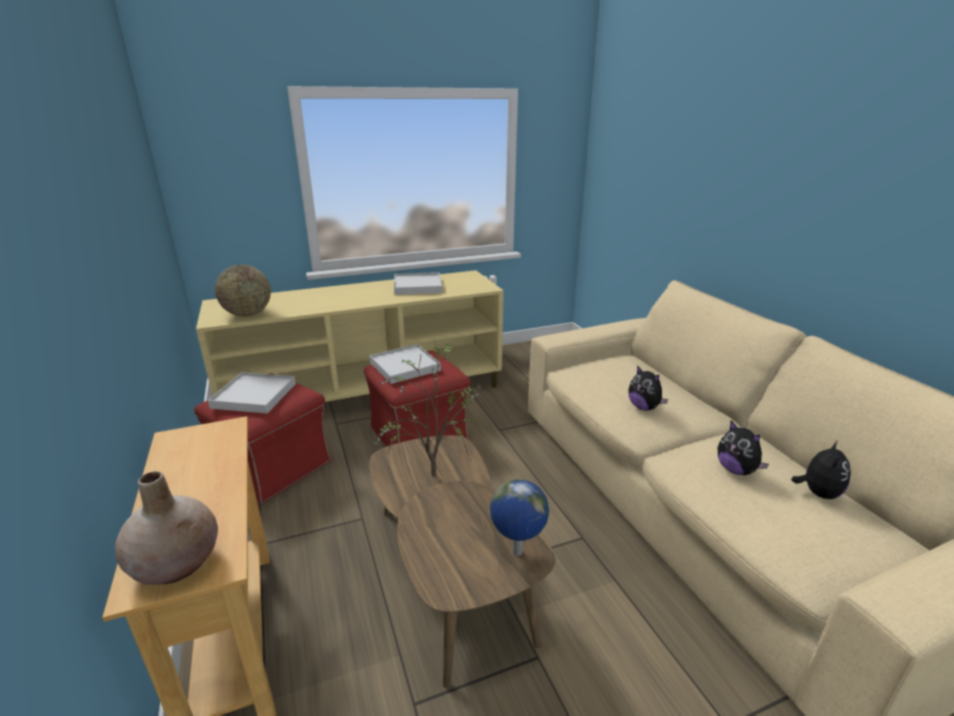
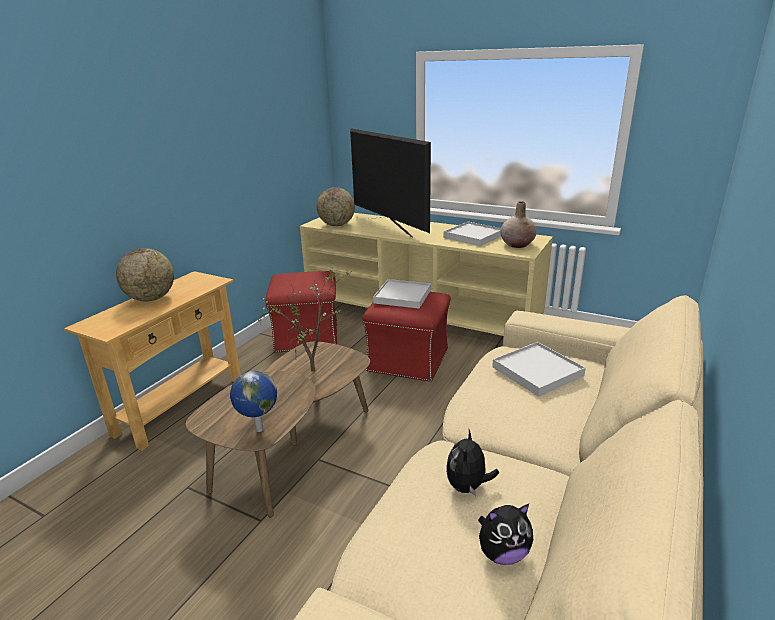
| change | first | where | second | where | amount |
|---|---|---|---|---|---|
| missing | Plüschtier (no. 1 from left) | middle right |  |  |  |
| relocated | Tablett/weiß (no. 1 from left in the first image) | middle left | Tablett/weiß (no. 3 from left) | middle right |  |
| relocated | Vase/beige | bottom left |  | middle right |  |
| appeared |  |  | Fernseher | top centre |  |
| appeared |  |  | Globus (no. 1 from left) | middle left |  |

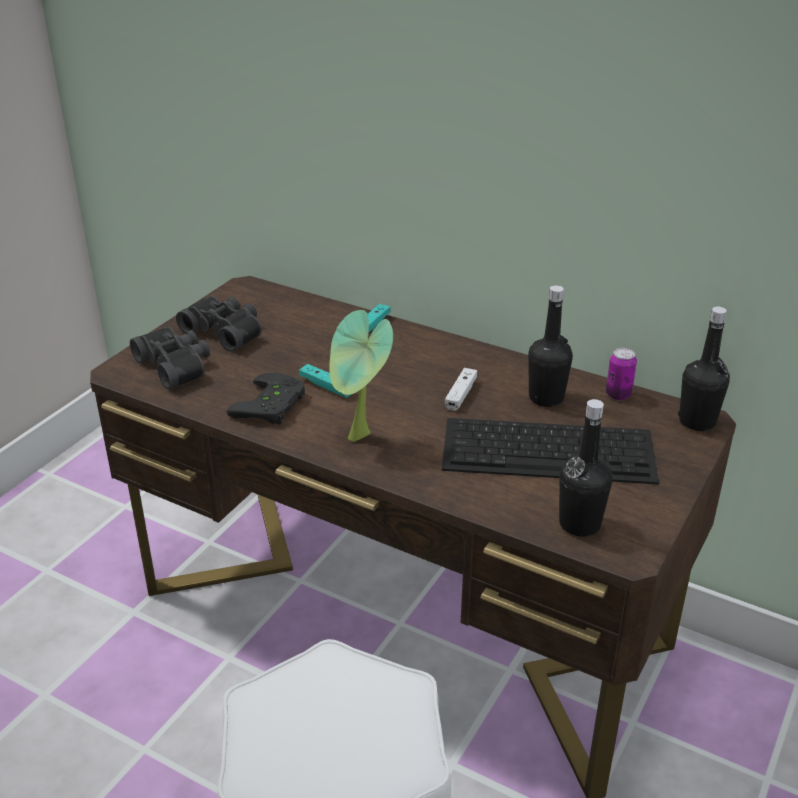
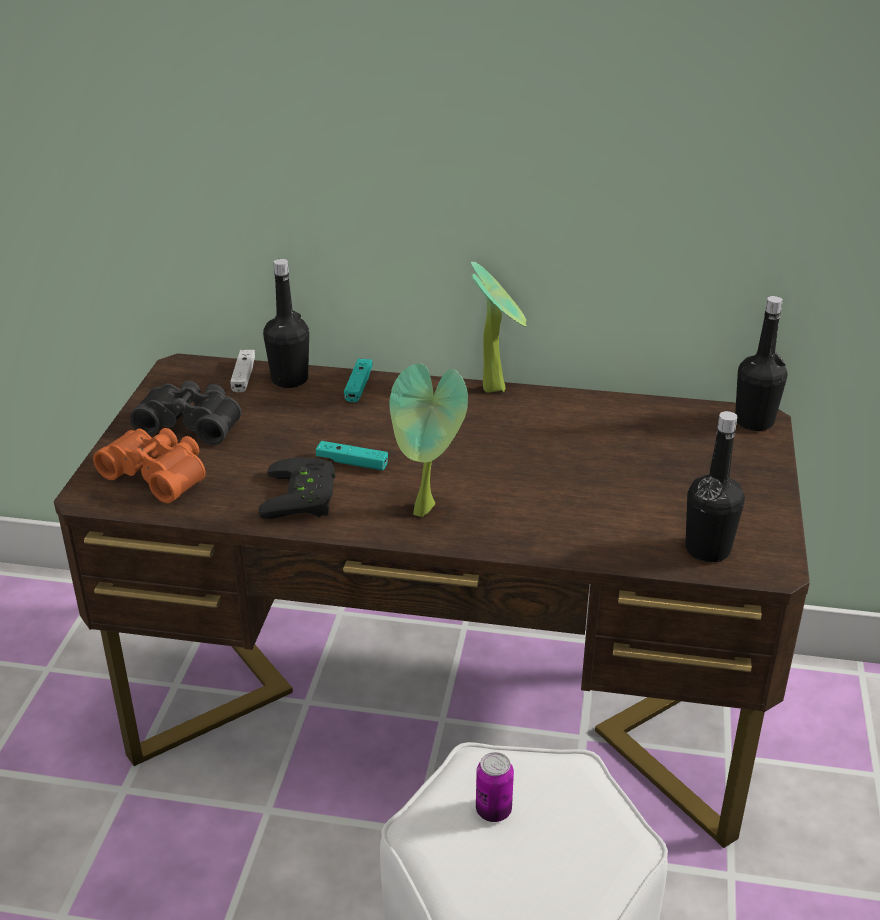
| change | first | where | second | where | amount |
|---|---|---|---|---|---|
| relocated | Flasche/schwarz (no. 1 from left) | middle right |  | middle left |  |
| colour | Fernglas/schwarz (no. 1 from left) | middle left | Fernglas/orange | middle left |  |
| relocated | Dose | middle right |  | bottom centre |  |
| relocated | Gamepad/weiß | centre |  | middle left |  |
| missing | Tastatur | middle right |  |  |  |
| appeared |  |  | Topfpflanze (no. 2 from left) | centre |  |

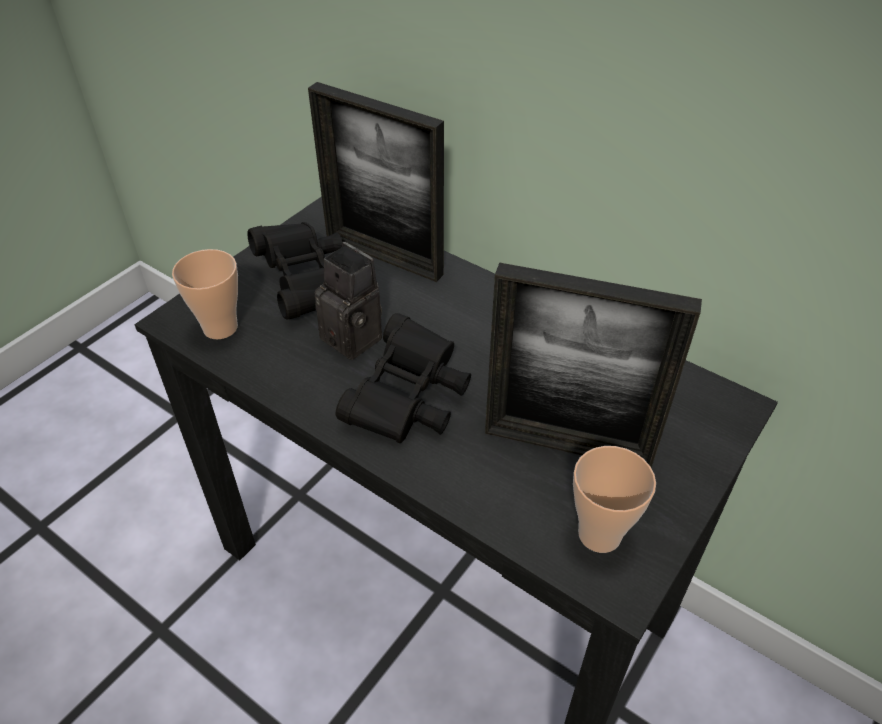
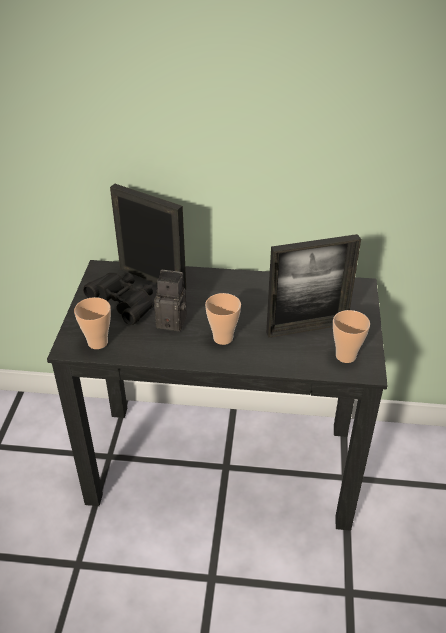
| change | first | where | second | where | amount |
|---|---|---|---|---|---|
| spun | Bilderrahmen (no. 1 from left) | top centre |  | middle left | 150 degrees counterclockwise |
| exchanged | Fernglas/schwarz (no. 2 from left) | centre | Tasse (no. 2 from left) | centre |  |

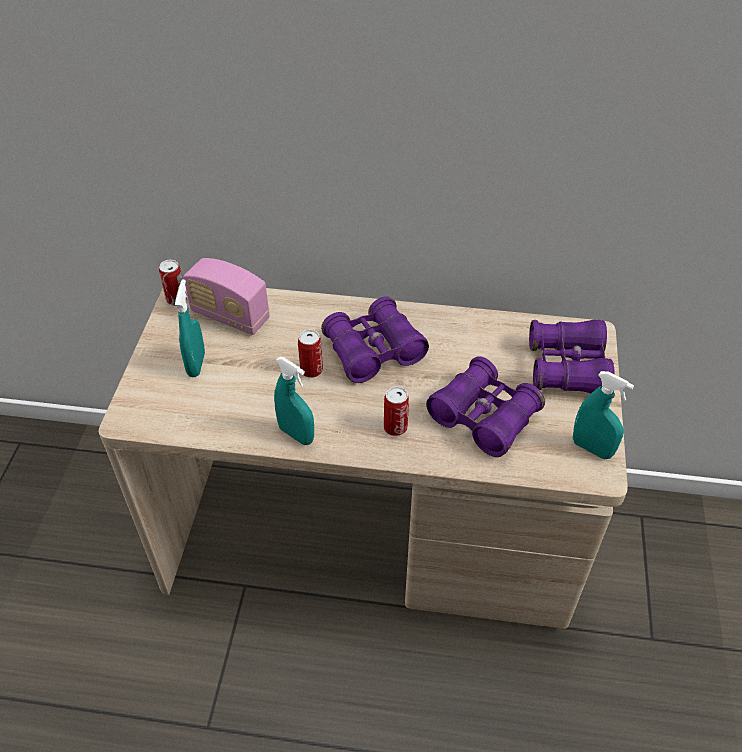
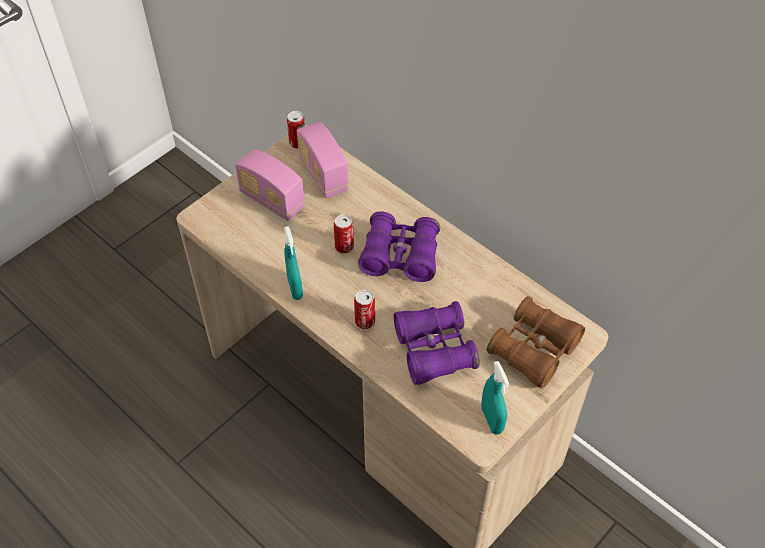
| change | first | where | second | where | amount |
|---|---|---|---|---|---|
| exchanged | Sprühflasche/türkis (no. 1 from left) | middle left | Radio (no. 1 from left) | centre |  |
| colour | Fernglas/lila (no. 3 from left) | middle right | Fernglas/braun | middle right |  |

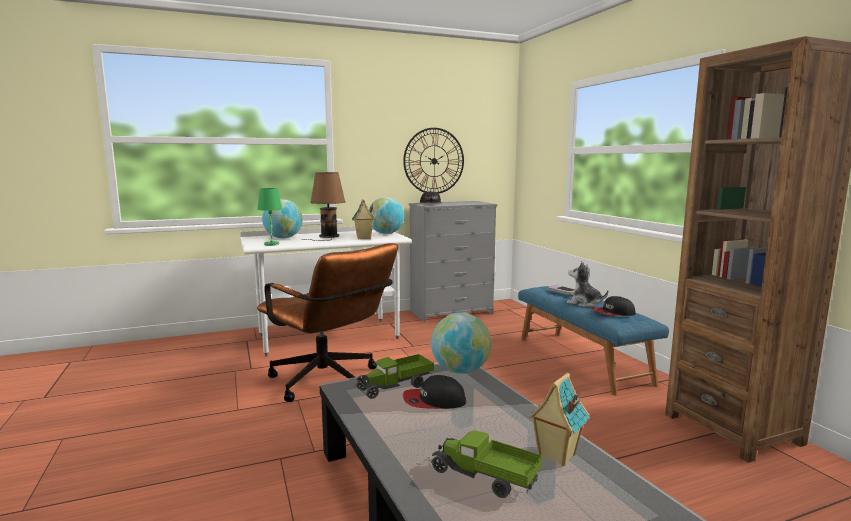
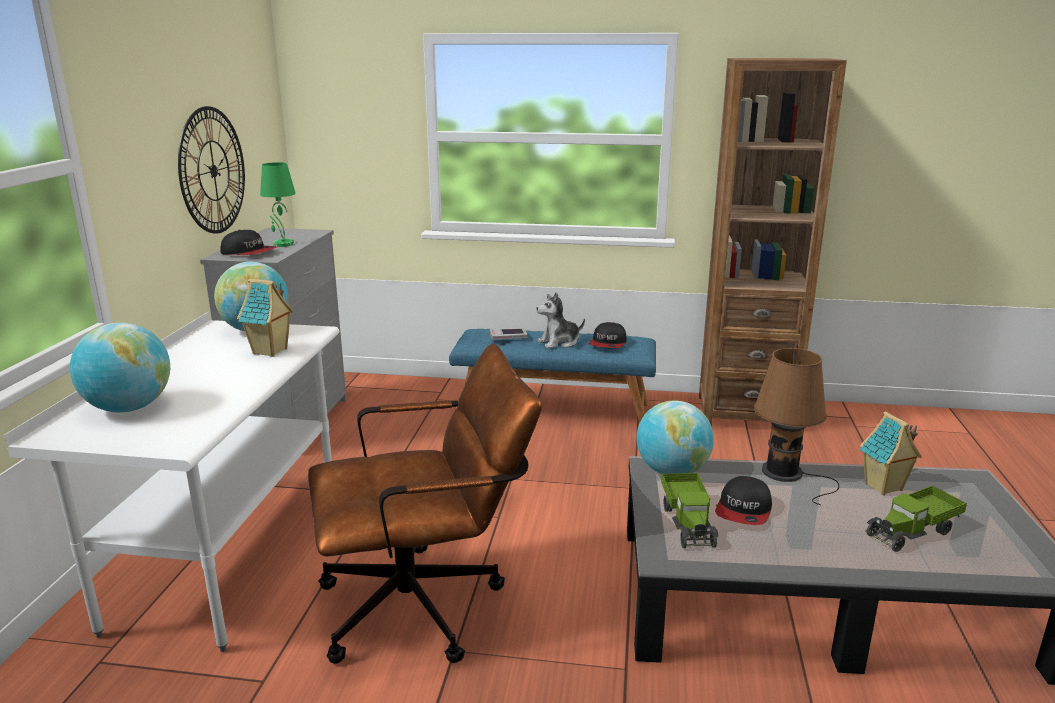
| change | first | where | second | where | amount |
|---|---|---|---|---|---|
| relocated | Tischlampe/braun | centre |  | middle right |  |
| relocated | Tischlampe/grün | middle left |  | top left |  |

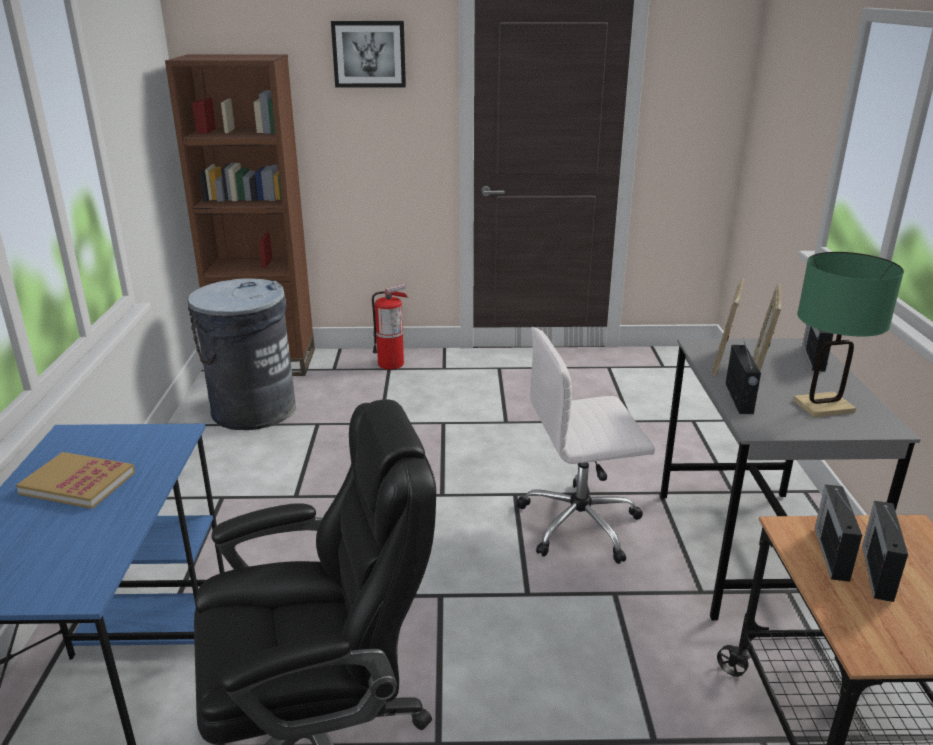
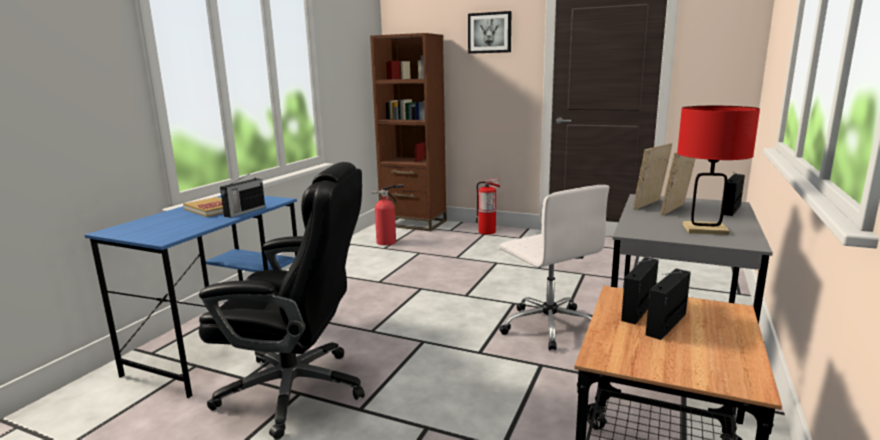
| change | first | where | second | where | amount |
|---|---|---|---|---|---|
| colour | Tischlampe/grün | middle right | Tischlampe/rot | middle right |  |
| exchanged | Mülleimer/grau | middle left | Feuerlöscher (no. 1 from left) | centre |  |
| spun | Bürostuhl/weiß | centre |  | centre | 135 degrees counterclockwise |
| relocated | Radio (no. 1 from left) | middle right |  | middle left |  |

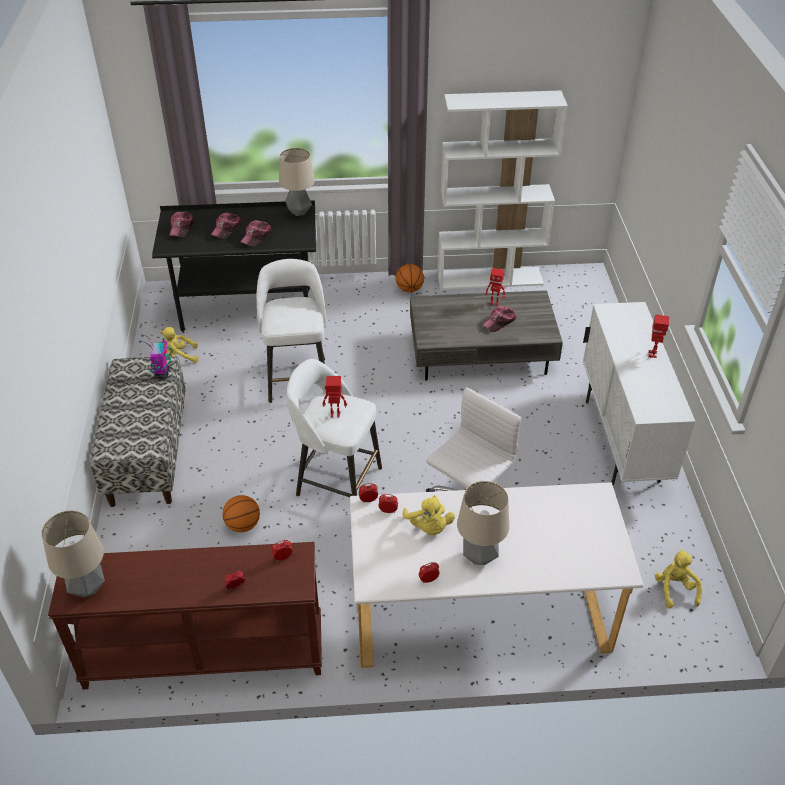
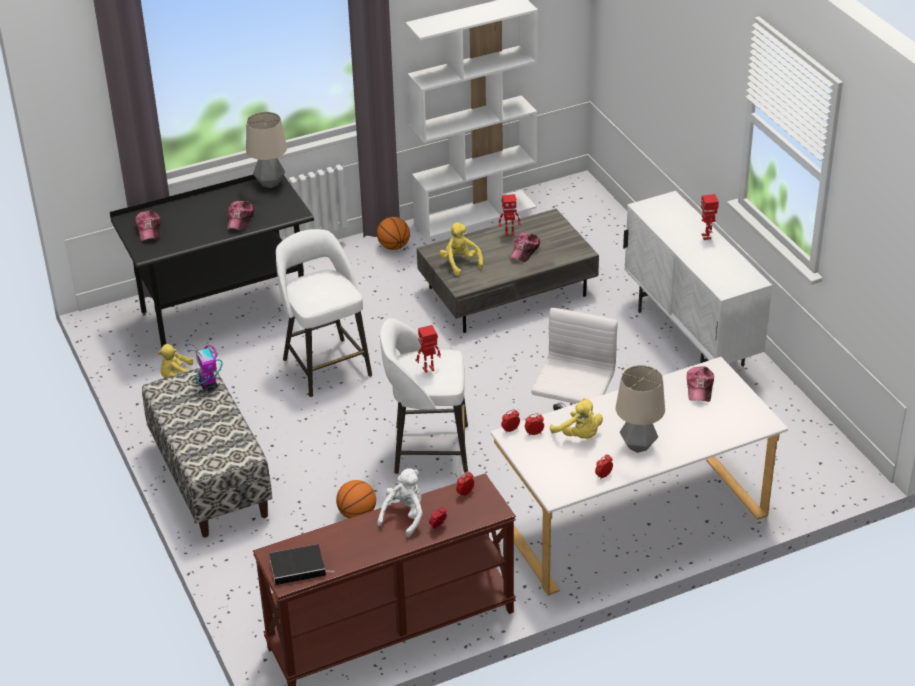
| change | first | where | second | where | amount |
|---|---|---|---|---|---|
| relocated | Kappe (no. 2 from left in the first image) | top left | Kappe (no. 4 from left) | middle right |  |
| exchanged | Tischlampe (no. 1 from left) | bottom left | Buch | bottom left |  |
| relocated | Plüschtier/gelb (no. 3 from left in the first image) | bottom right | Plüschtier/gelb (no. 2 from left) | centre |  |
| appeared |  |  | Plüschtier/weiß | bottom centre |  |

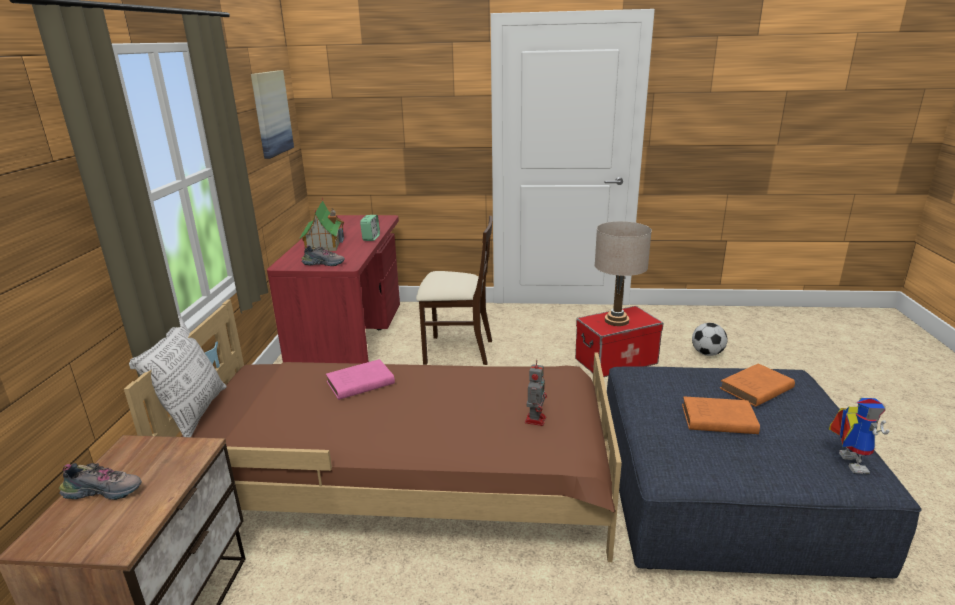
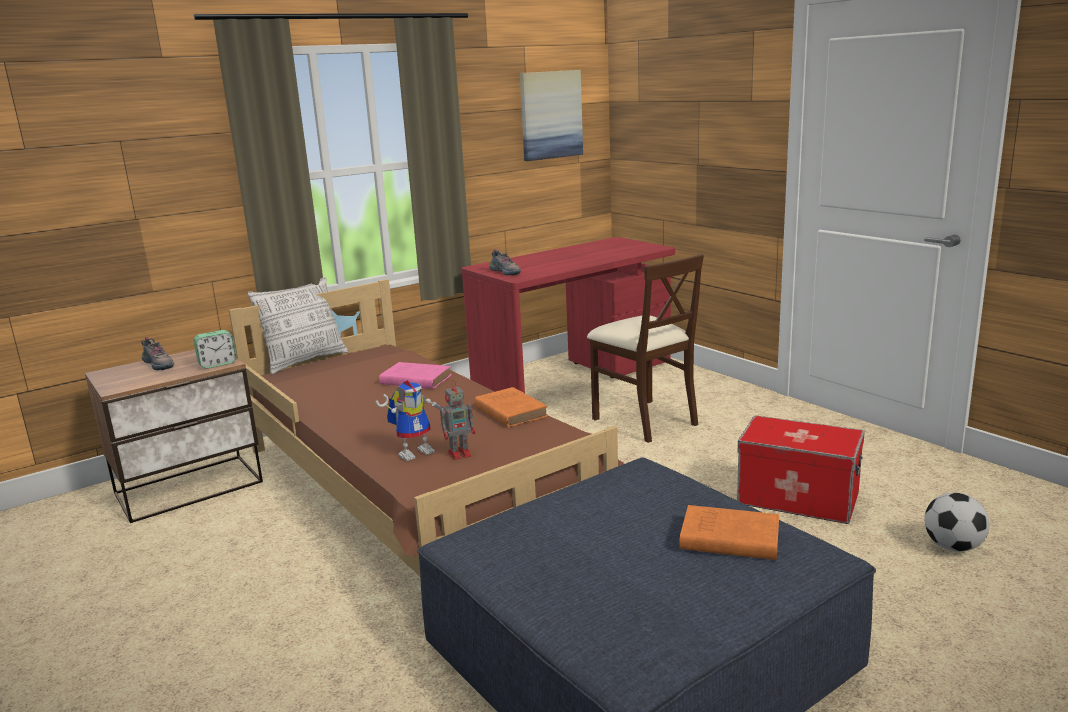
| change | first | where | second | where | amount |
|---|---|---|---|---|---|
| missing | Spielzeughaus | centre |  |  |  |
| relocated | Wecker | centre |  | middle left |  |
| missing | Tischlampe/beige | centre |  |  |  |
| relocated | Buch/orange (no. 1 from left) | bottom right |  | centre |  |
| relocated | Spielzeugroboter (no. 2 from left in the first image) | bottom right | Spielzeugroboter (no. 1 from left) | centre |  |

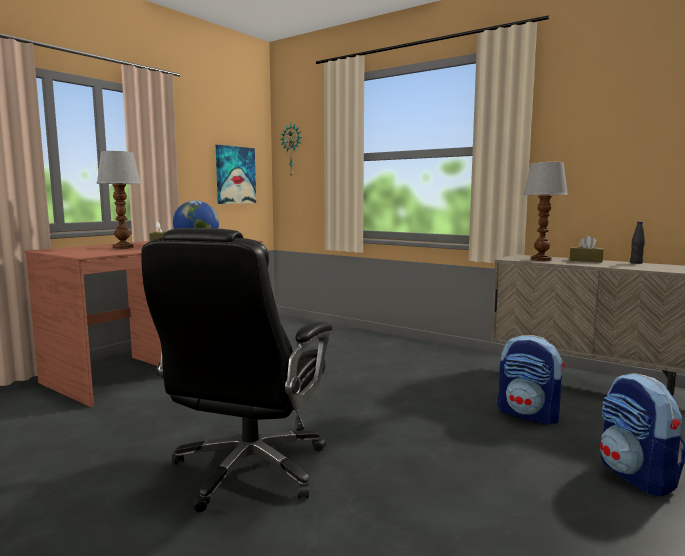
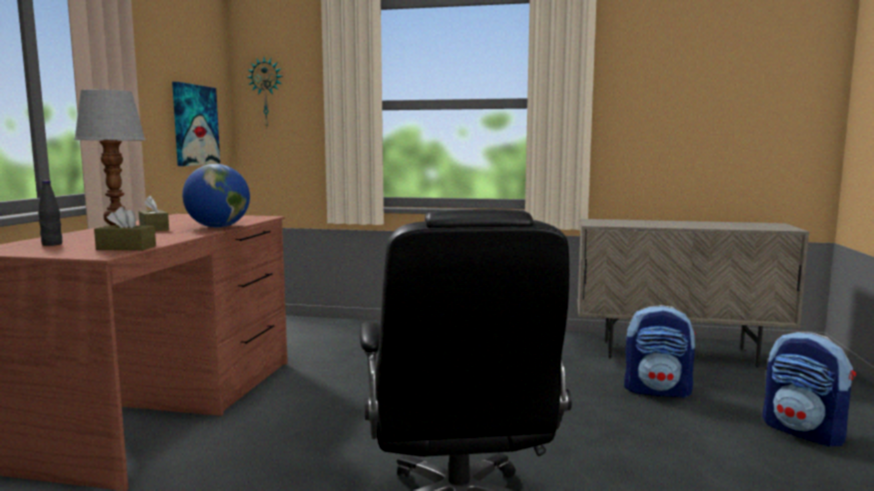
| change | first | where | second | where | amount |
|---|---|---|---|---|---|
| missing | Tischlampe (no. 2 from left) | middle right |  |  |  |
| relocated | Flasche/schwarz | middle right |  | middle left |  |
| relocated | Taschentuchbox/braun (no. 2 from left in the first image) | middle right | Taschentuchbox/braun (no. 1 from left) | middle left |  |

